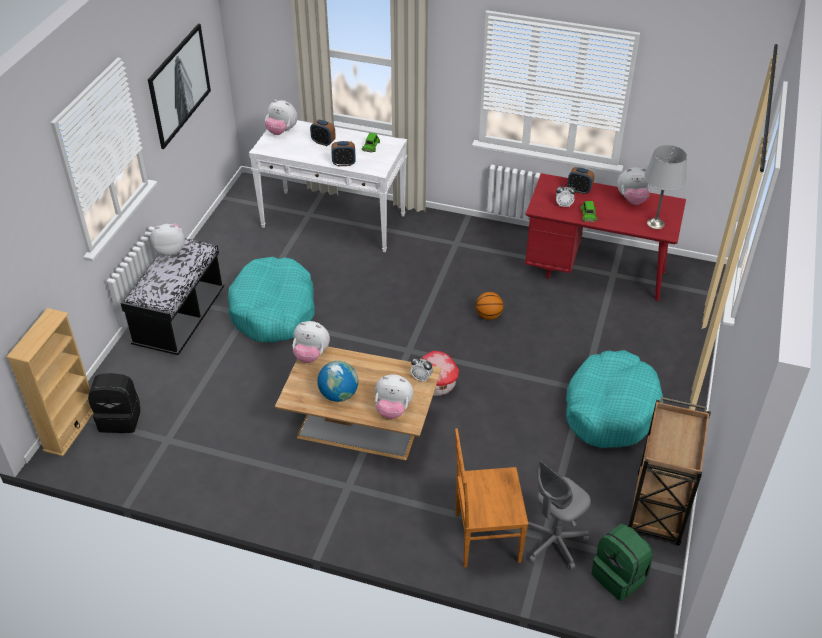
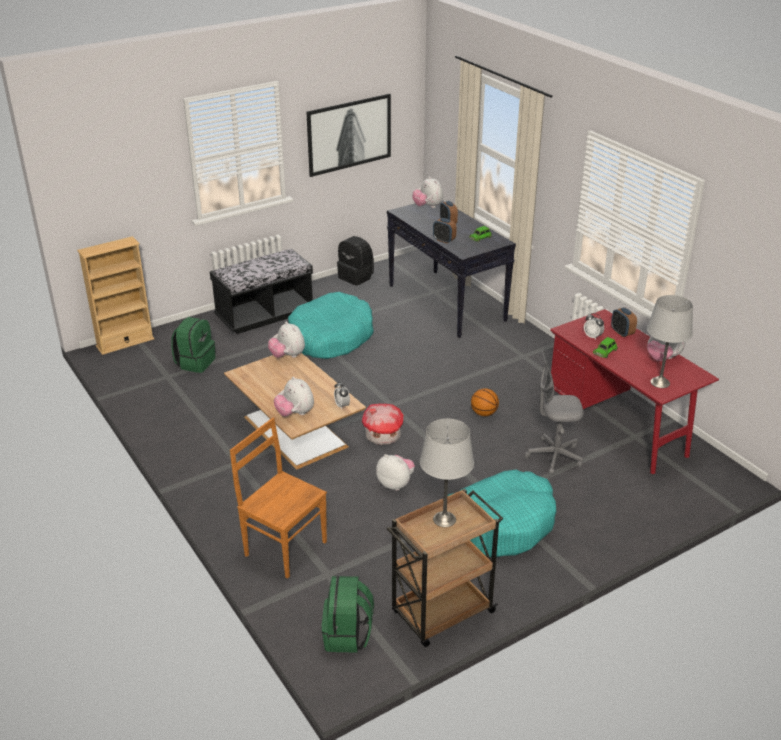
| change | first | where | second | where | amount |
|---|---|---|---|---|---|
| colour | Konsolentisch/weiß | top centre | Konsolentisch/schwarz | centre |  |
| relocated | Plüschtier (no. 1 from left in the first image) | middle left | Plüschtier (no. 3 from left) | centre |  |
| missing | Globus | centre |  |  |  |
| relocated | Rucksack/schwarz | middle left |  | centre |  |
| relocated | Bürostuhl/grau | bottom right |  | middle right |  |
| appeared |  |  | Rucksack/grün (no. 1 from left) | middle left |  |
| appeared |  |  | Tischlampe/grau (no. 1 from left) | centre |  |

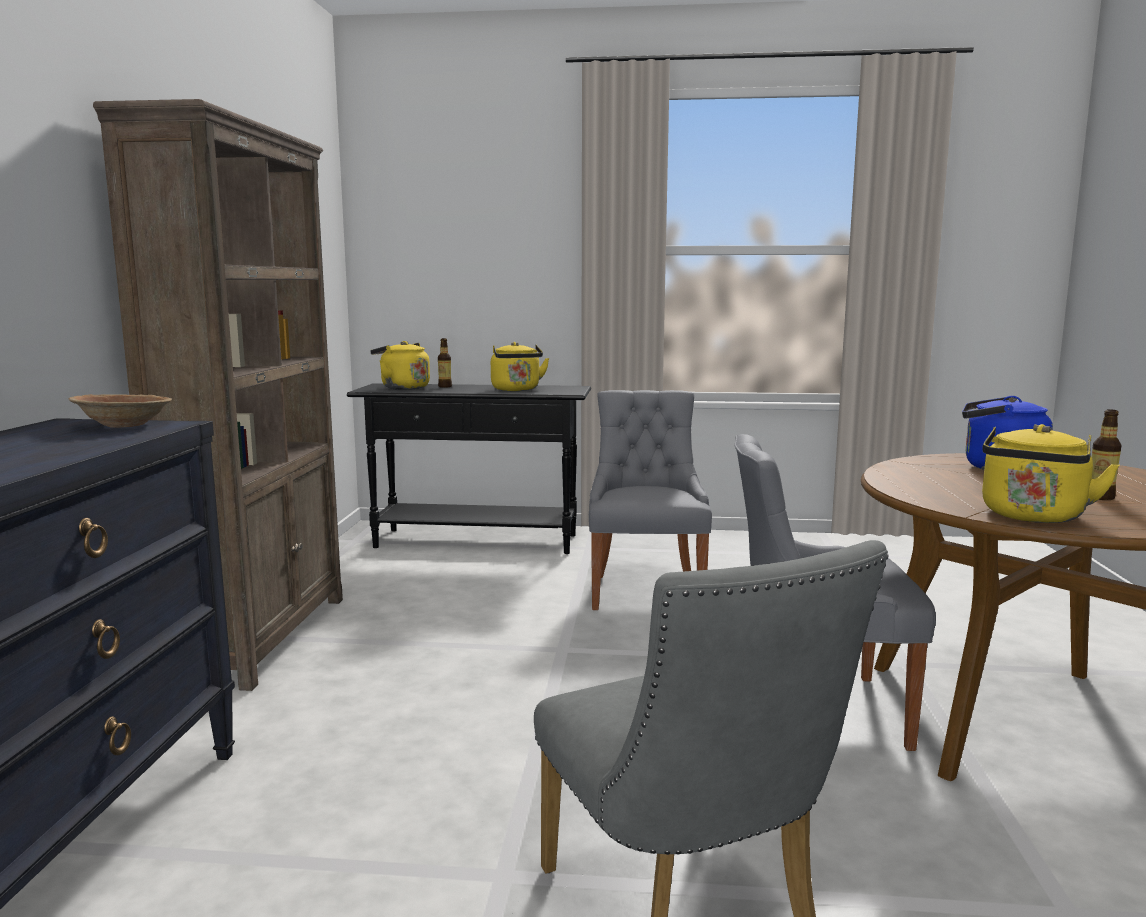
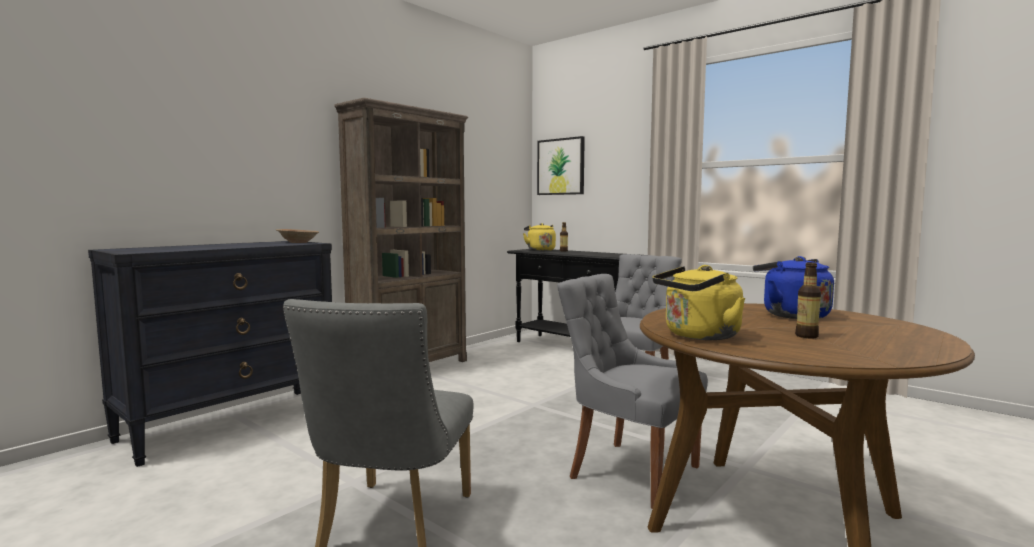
| change | first | where | second | where | amount |
|---|---|---|---|---|---|
| missing | Wasserkessel/gelb (no. 2 from left) | centre |  |  |  |
| appeared |  |  | Bild | top centre |  |

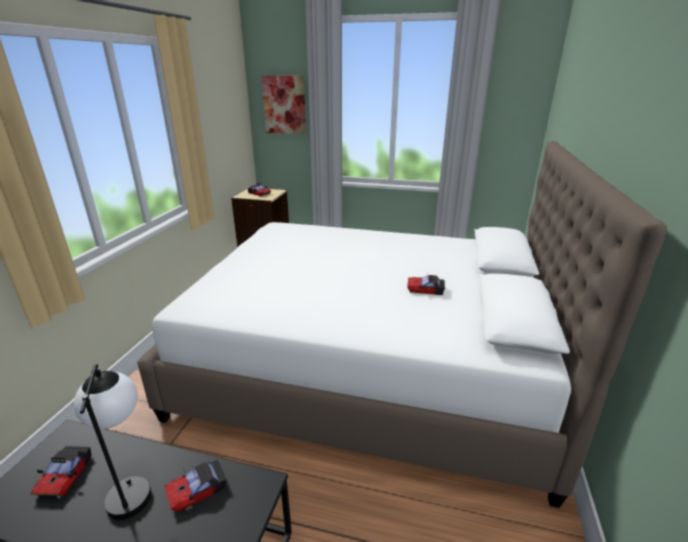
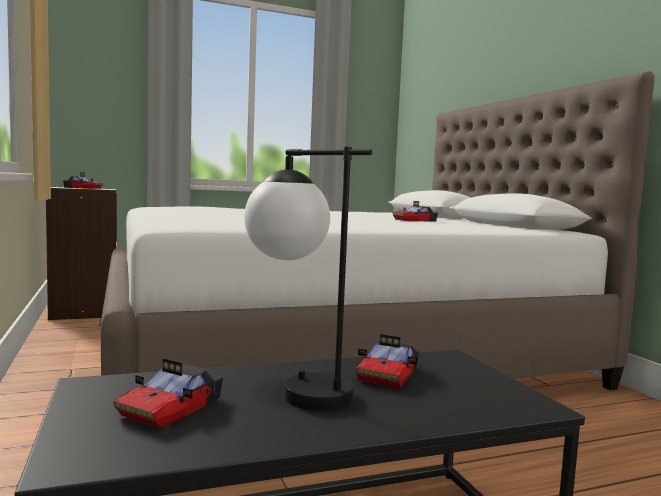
| change | first | where | second | where | amount |
|---|---|---|---|---|---|
| missing | Bild | top centre |  |  |  |
| spun | Spielzeugauto (no. 1 from left in the first image) | bottom left | Spielzeugauto (no. 2 from left) | bottom left | 60 degrees clockwise |

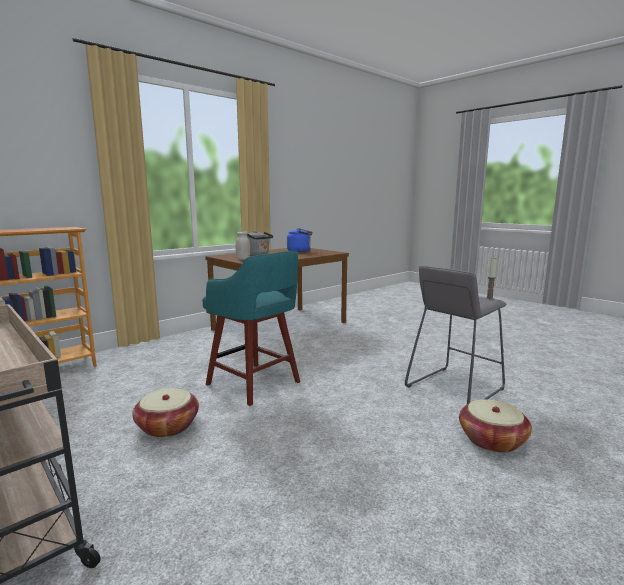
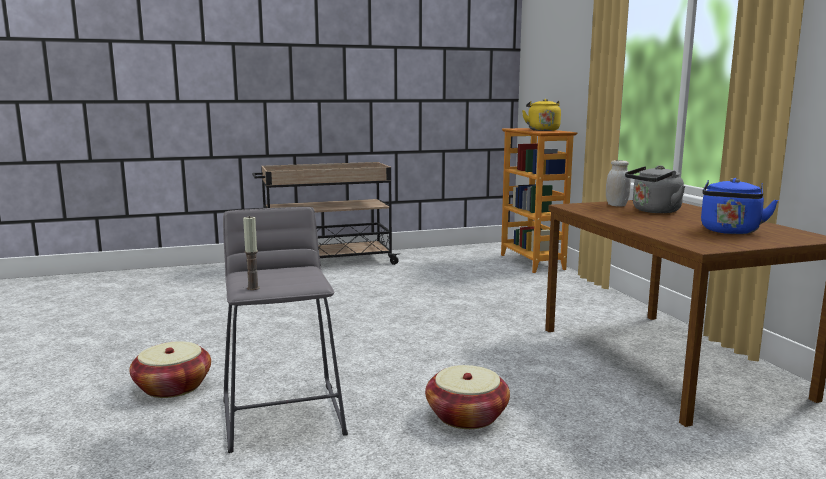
| change | first | where | second | where | amount |
|---|---|---|---|---|---|
| missing | Hocker/türkis | centre |  |  |  |
| relocated | Korb (no. 1 from left in the first image) | bottom left | Korb (no. 2 from left) | bottom centre |  |
| appeared |  |  | Wasserkessel/gelb | top centre |  |

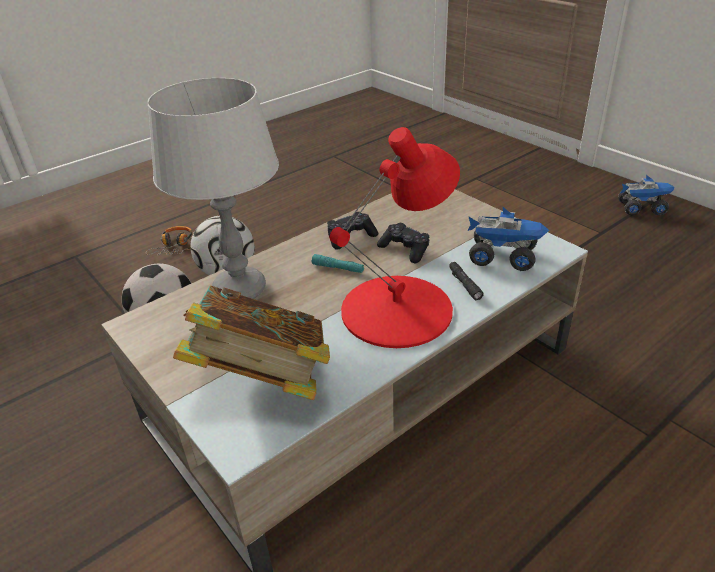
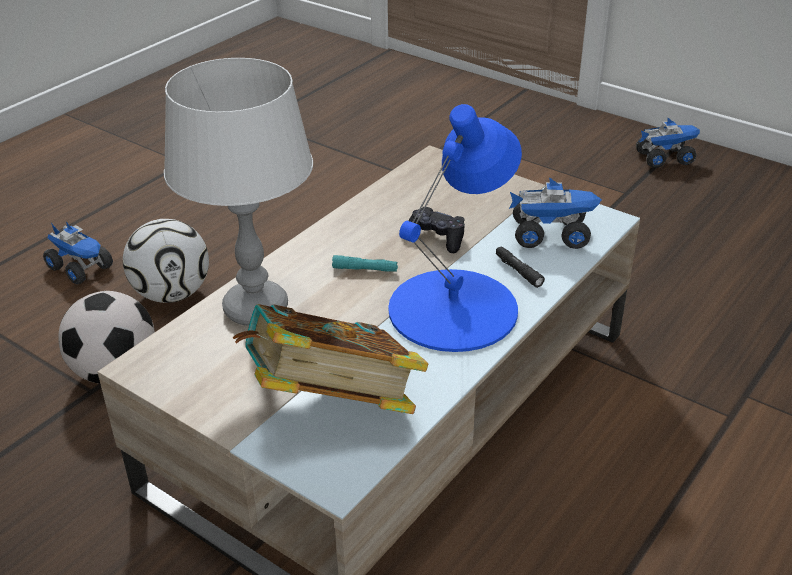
| change | first | where | second | where | amount |
|---|---|---|---|---|---|
| colour | Tischlampe/rot | centre | Tischlampe/blau | centre |  |
| missing | Gamepad/schwarz (no. 1 from left) | centre |  |  |  |
| exchanged | Kopfhörer | middle left | Spielzeuglaster (no. 1 from left) | middle left |  |

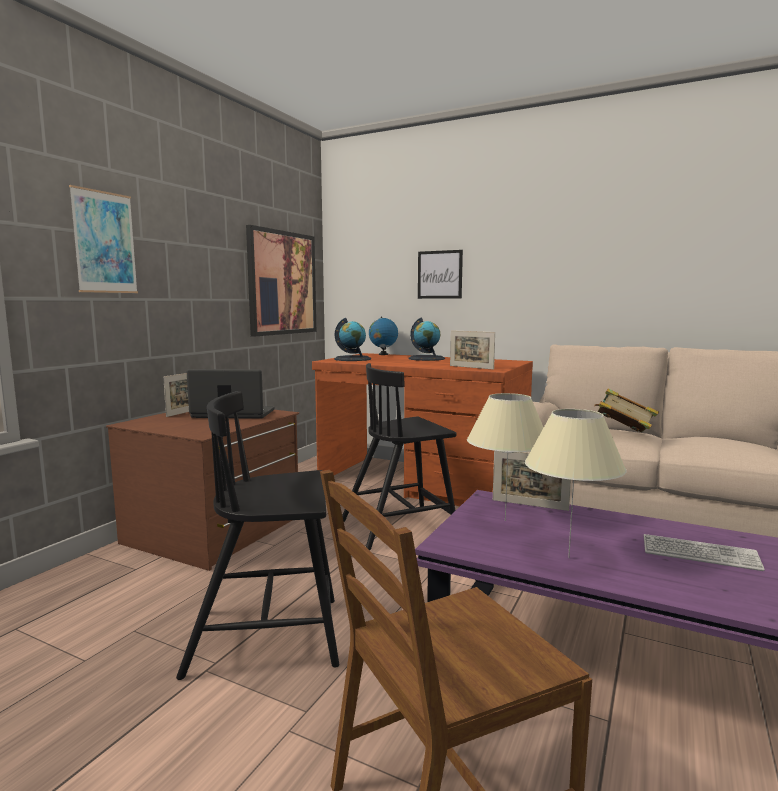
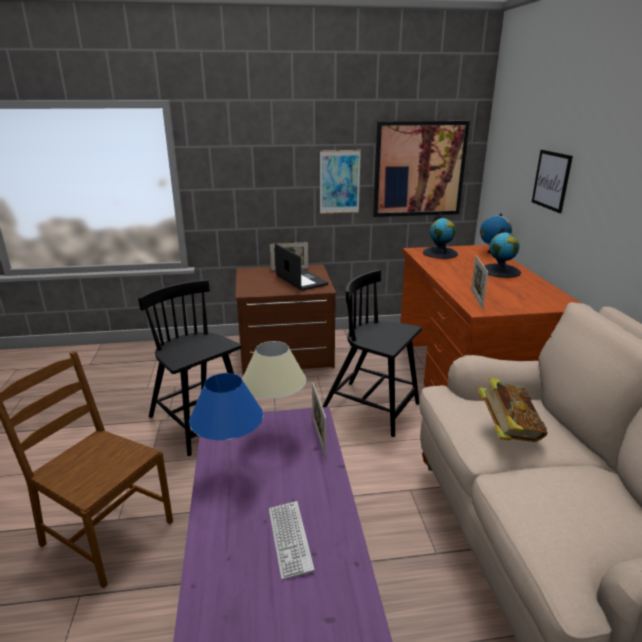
| change | first | where | second | where | amount |
|---|---|---|---|---|---|
| relocated | Bild (no. 1 from left) | top left |  | top centre |  |
| colour | Tischlampe/beige (no. 2 from left) | middle right | Tischlampe/blau | centre |  |

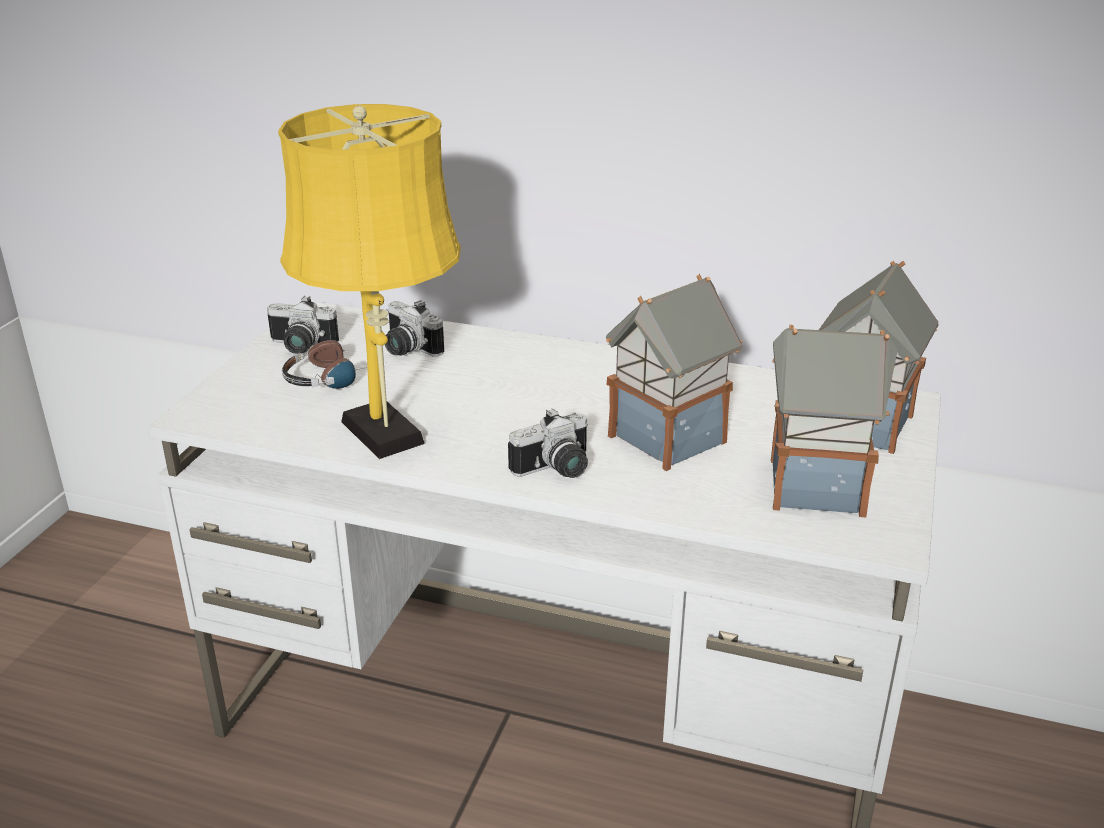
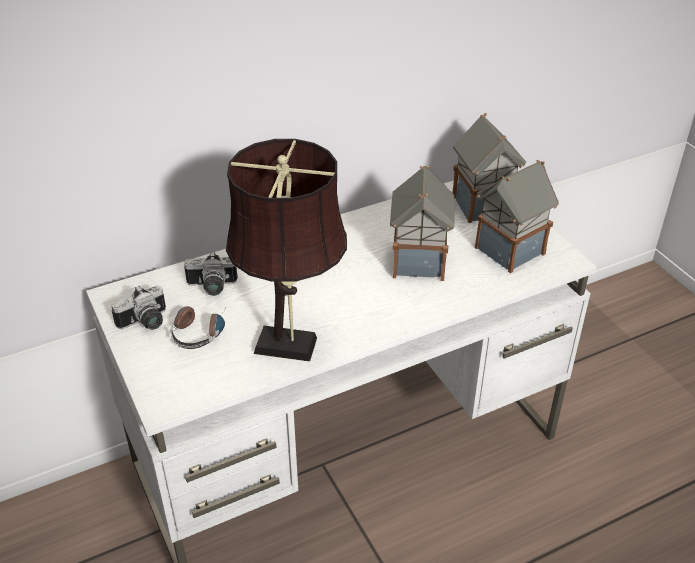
| change | first | where | second | where | amount |
|---|---|---|---|---|---|
| colour | Tischlampe/gelb | centre | Tischlampe/braun | centre |  |
| missing | Kamera (no. 3 from left) | centre |  |  |  |

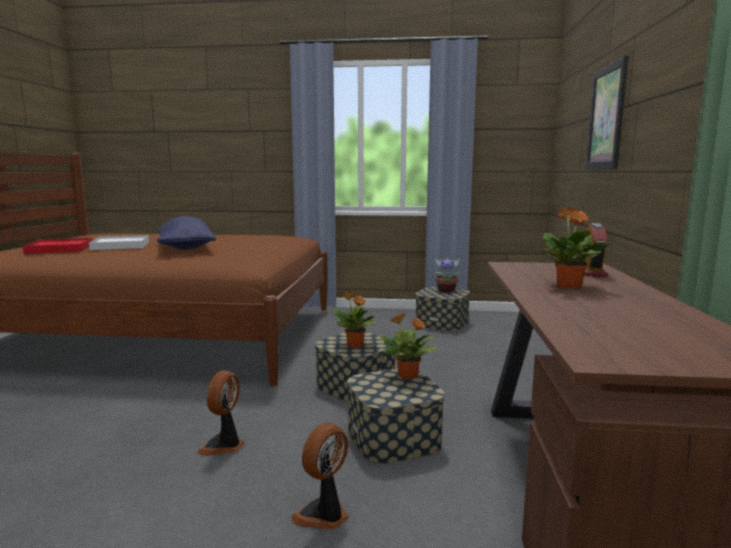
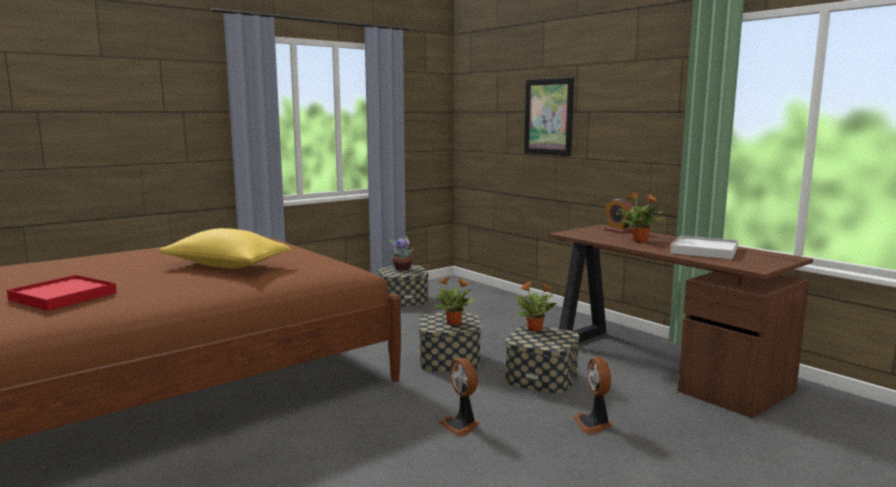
| change | first | where | second | where | amount |
|---|---|---|---|---|---|
| colour | Kissen/blau | middle left | Kissen/gelb | middle left |  |
| relocated | Tablett/weiß | middle left |  | middle right |  |

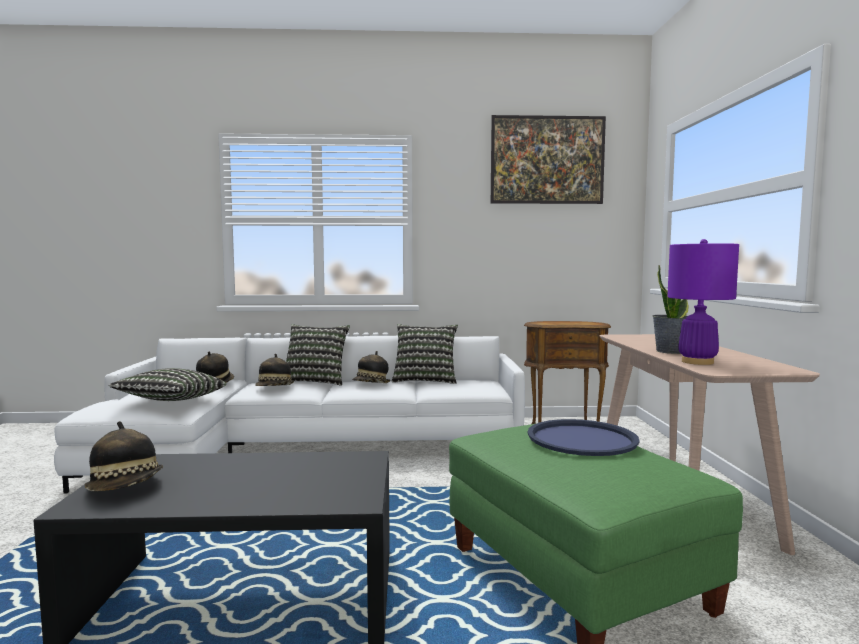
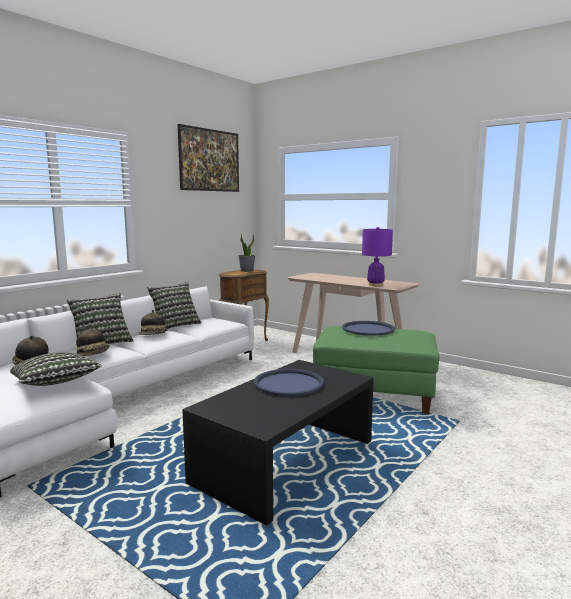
| change | first | where | second | where | amount |
|---|---|---|---|---|---|
| relocated | Topfpflanze | middle right |  | centre |  |
| missing | Hut (no. 1 from left) | bottom left |  |  |  |
| appeared |  |  | Tablett/blau (no. 1 from left) | centre |  |

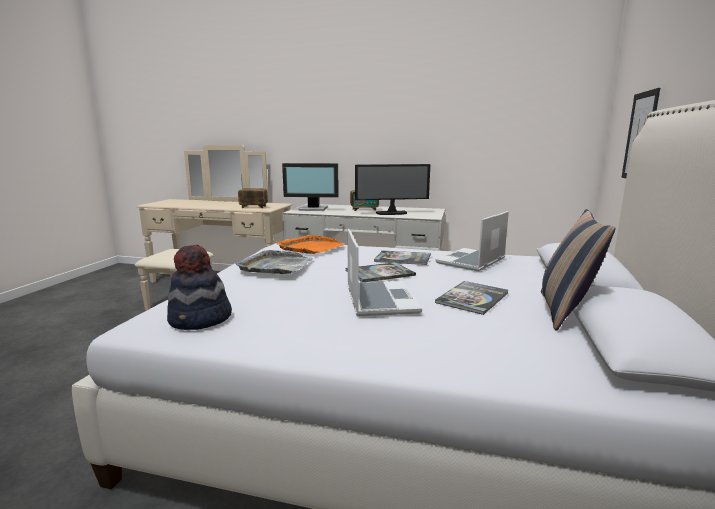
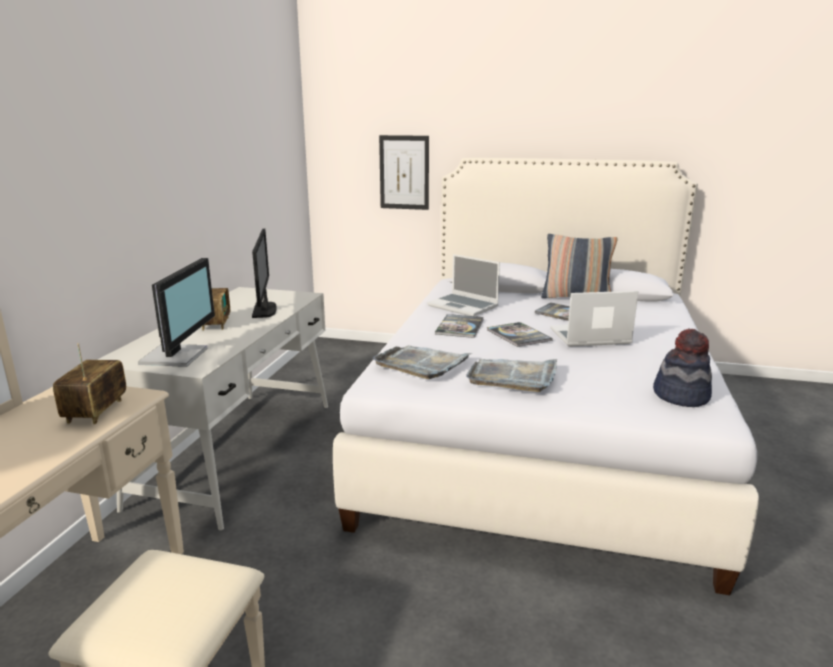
| change | first | where | second | where | amount |
|---|---|---|---|---|---|
| colour | Tablett/orange | centre | Tablett/grau (no. 1 from left) | centre |  |

